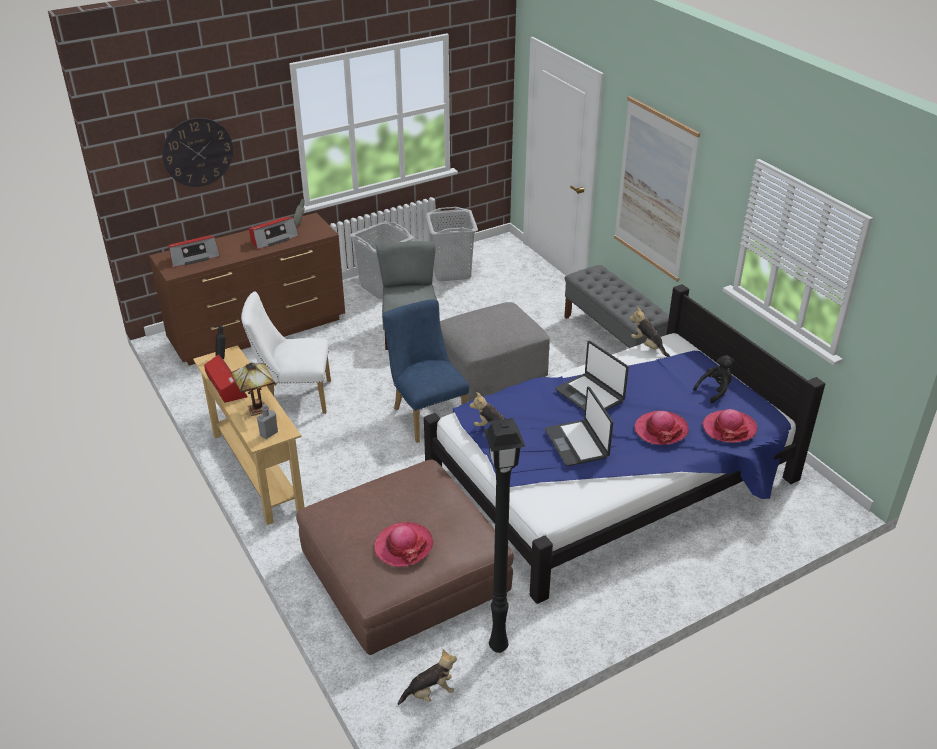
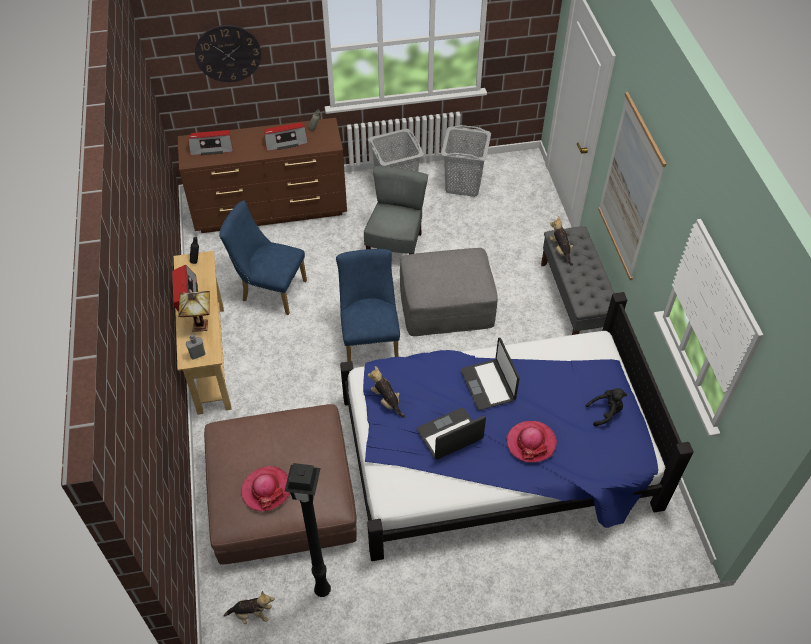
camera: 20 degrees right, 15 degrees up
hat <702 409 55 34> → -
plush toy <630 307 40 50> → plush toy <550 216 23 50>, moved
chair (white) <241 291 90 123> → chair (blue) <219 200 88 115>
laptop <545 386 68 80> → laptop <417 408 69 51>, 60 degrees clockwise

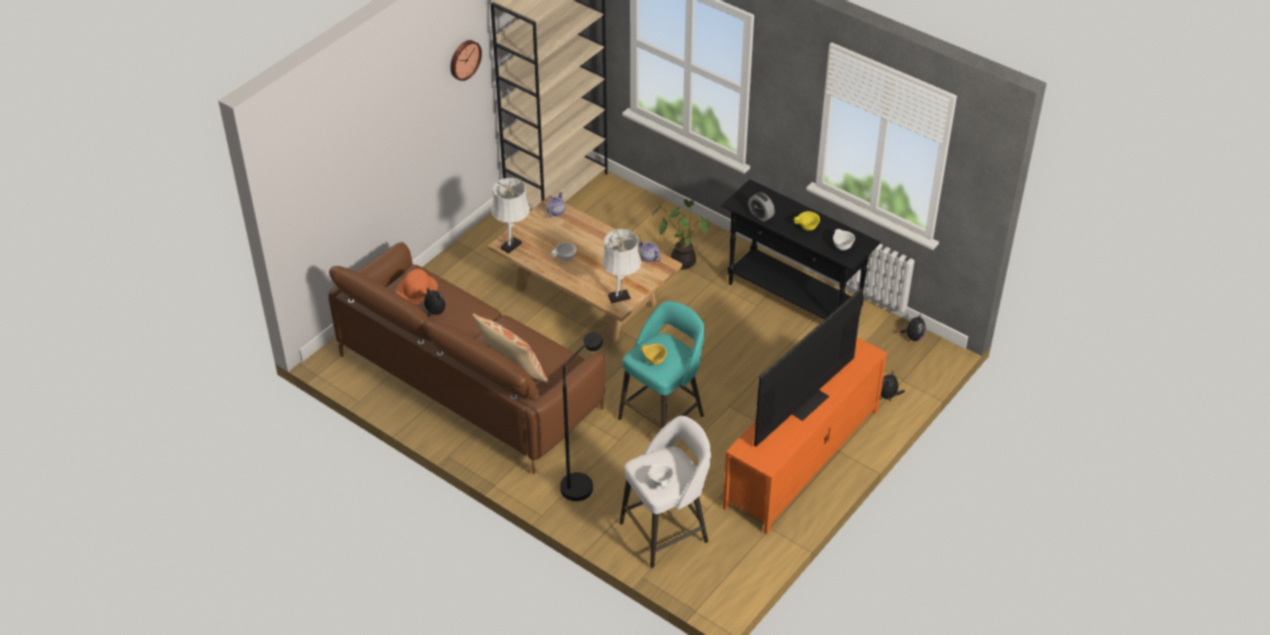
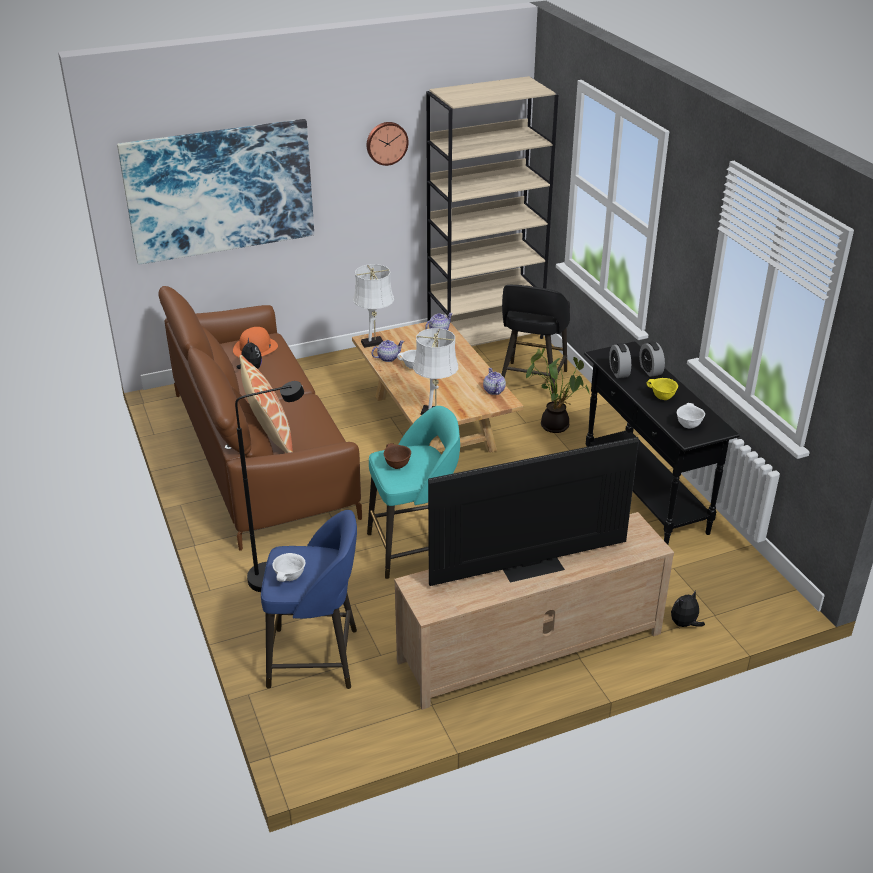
camera: 30 degrees right, 10 degrees down
plush toy <899 313 27 28> → -
- → picture <117 119 197 146>
- → teapot <372 340 32 22>
- → stool (black) <501 285 69 109>
- → alarm clock <639 341 26 36>
stool (white) <620 416 91 152> → stool (blue) <261 510 96 179>
bowl (yellow) <641 344 26 21> → bowl (brown) <384 443 27 26>
tv stand (orange) <723 337 164 197> → tv stand (beige) <394 512 280 198>

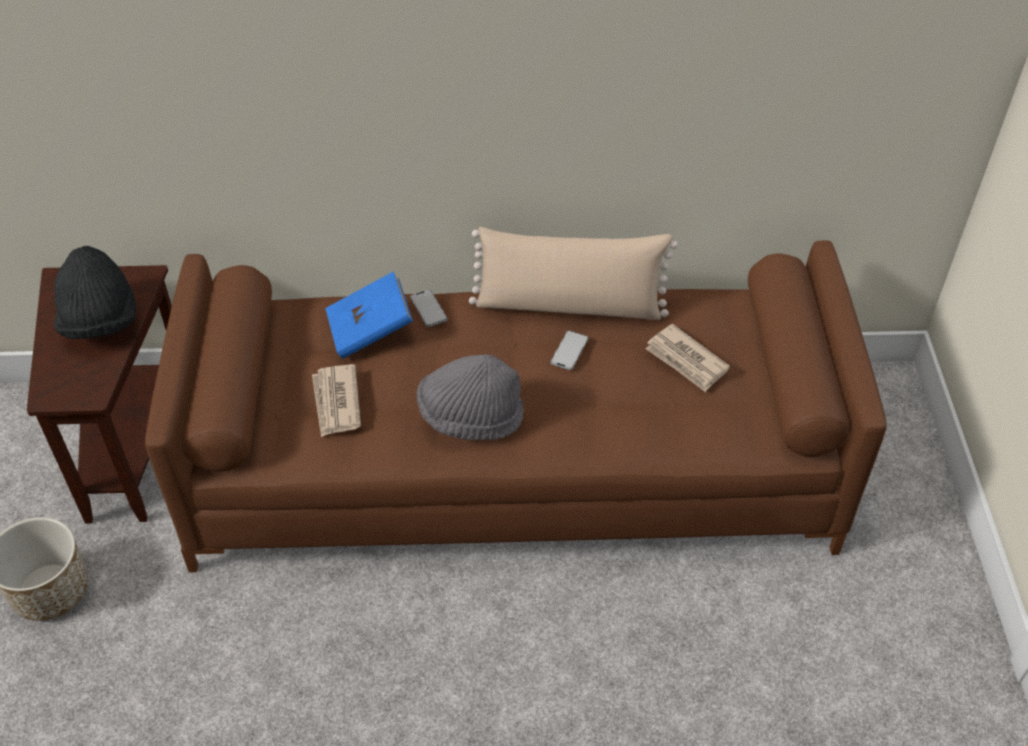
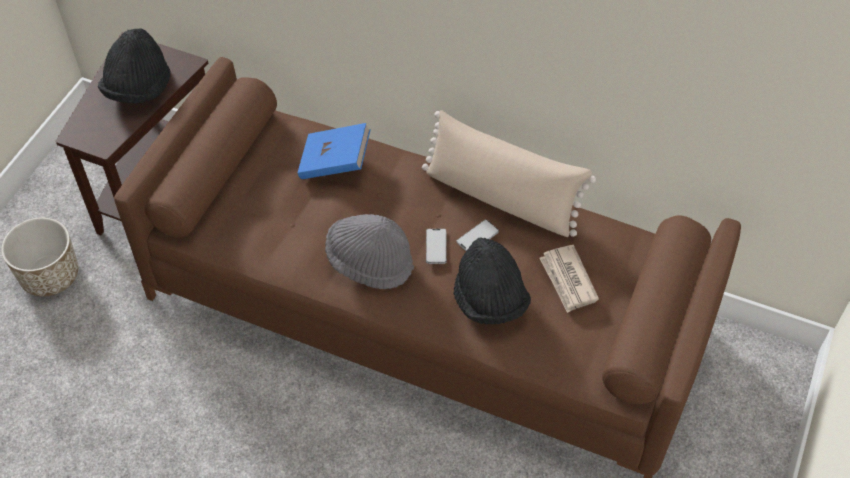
camera: 25 degrees right, 5 degrees up
newspaper <312 364 49 73> → -
- → hat (black) <454 238 77 87>
phone <410 290 37 37> → phone <426 229 21 35>, moved

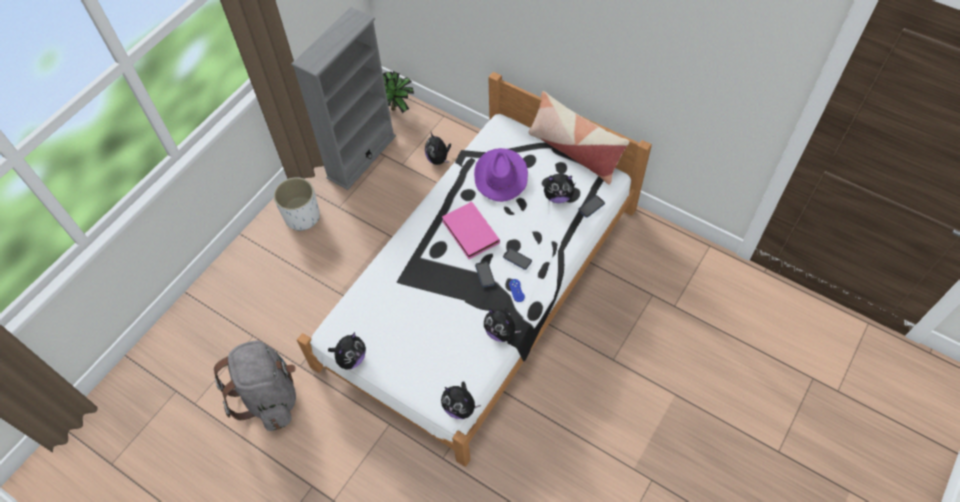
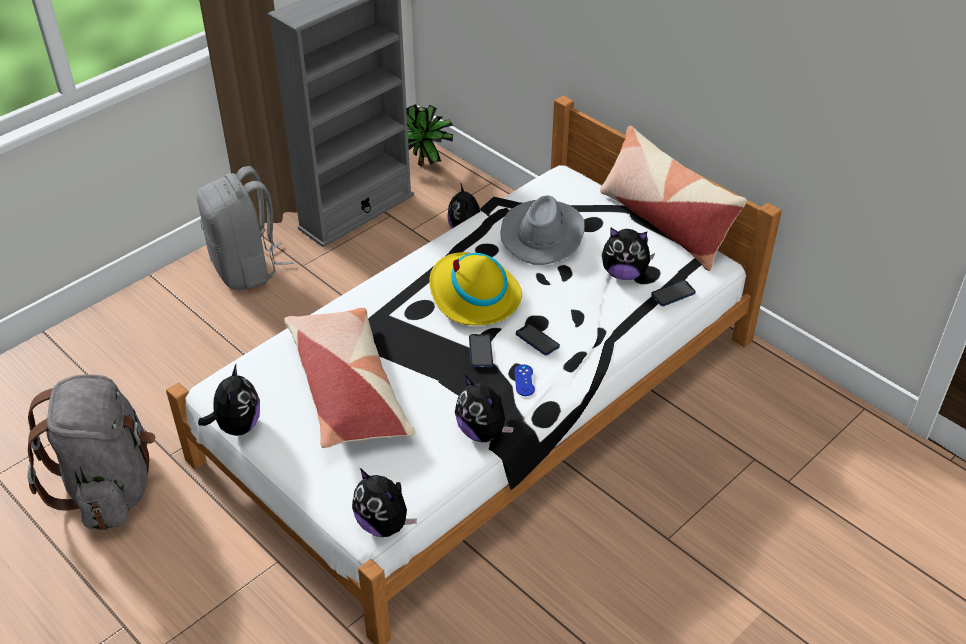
camera: 10 degrees right, 15 degrees down
- → pillow <285 308 130 140>
planter (white) <274 177 46 54> → backpack (grey) <197 166 97 124>
book (pink) <442 201 58 58> → hat (yellow) <429 252 93 74>
hat (purple) <474 148 54 54> → hat (grey) <500 195 85 70>
plush toy <328 332 38 38> → plush toy <198 364 62 72>, 45 degrees counterclockwise

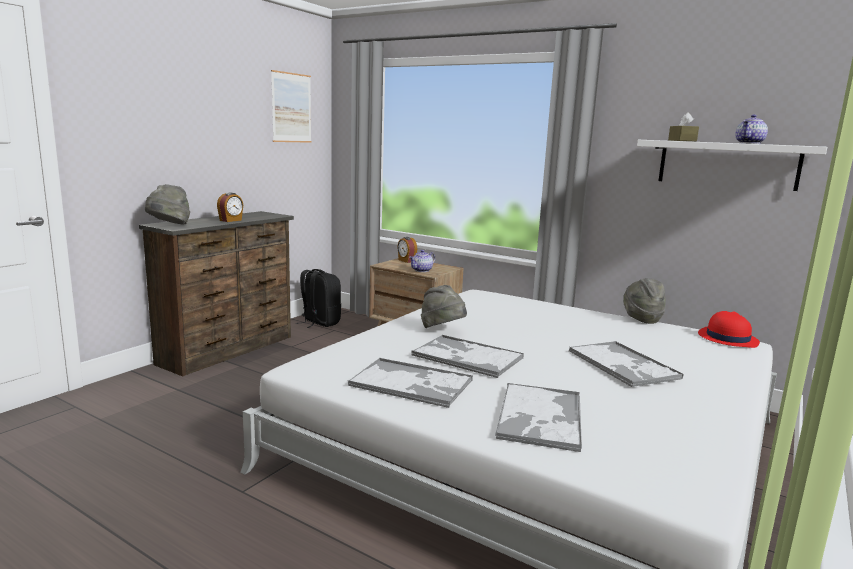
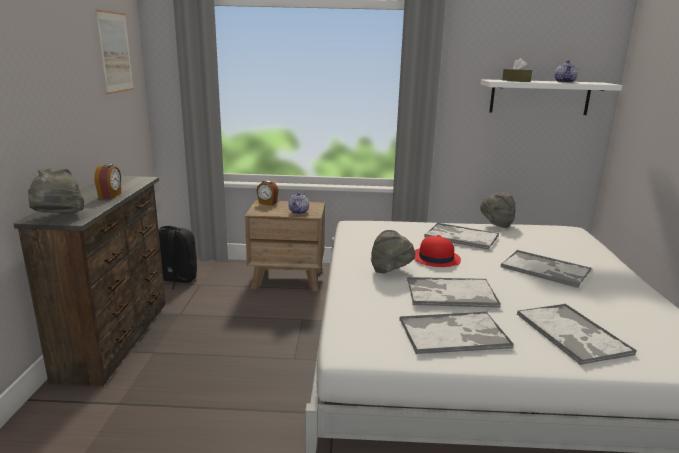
camera: 30 degrees left, 5 degrees up
- → tray <424 223 75 27>
hat (red) <698 311 62 37> → hat (red) <414 235 47 32>, moved

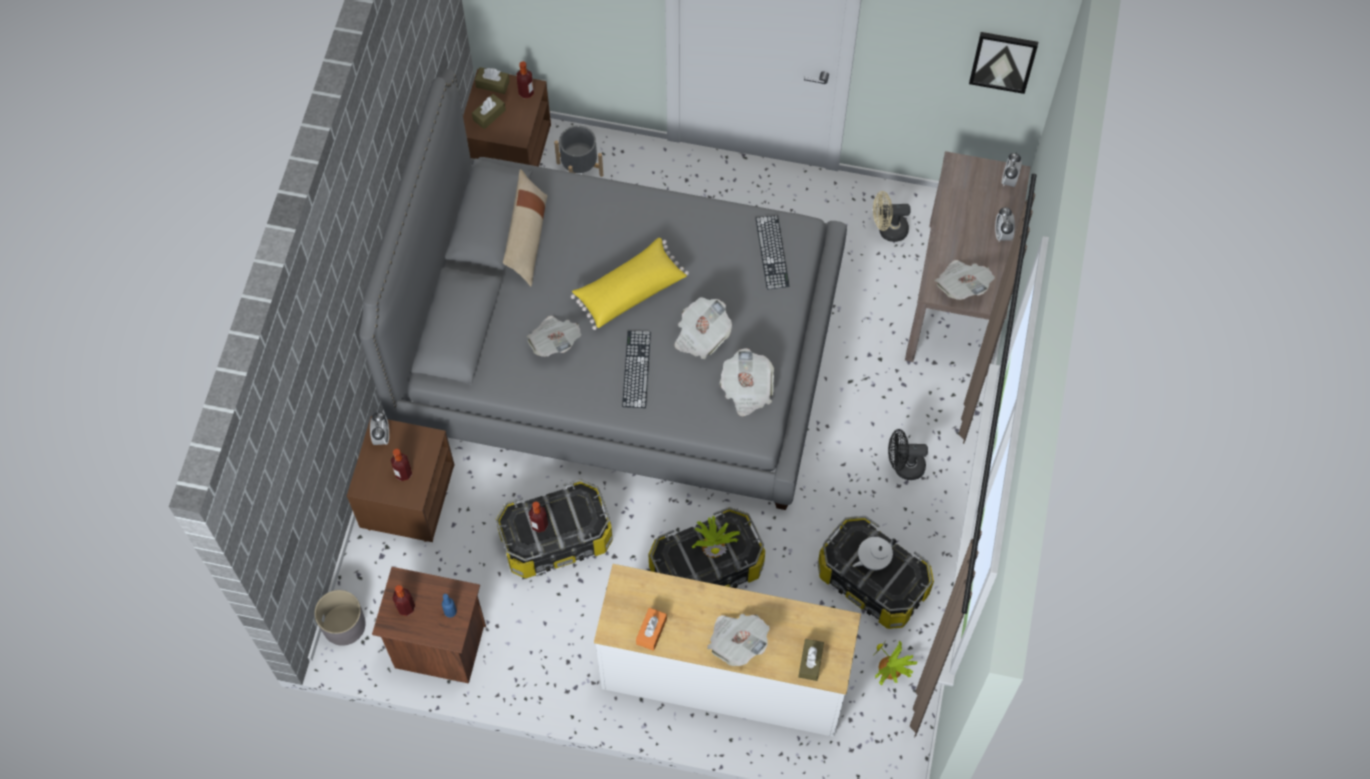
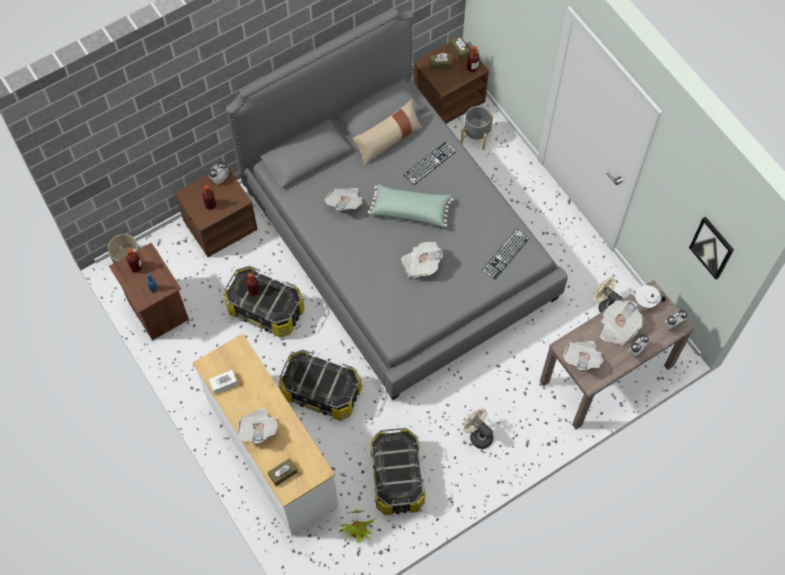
camera: 45 degrees right, 0 degrees up
potted plant <692 516 48 42> → -
keyboard <622 331 29 77> → keyboard <404 142 52 43>, moved
newspaper <720 348 54 69> → newspaper <600 300 44 46>, moved
teapot (white) <853 537 43 33> → teapot (white) <629 285 37 24>, moved
pillow (yellow) <571 238 118 92> → pillow (green) <368 184 86 43>
tissue box (orange) <636 608 31 43> → tissue box (white) <209 370 29 24>
fan (black) <888 429 40 51> → fan (beige) <463 408 31 41>

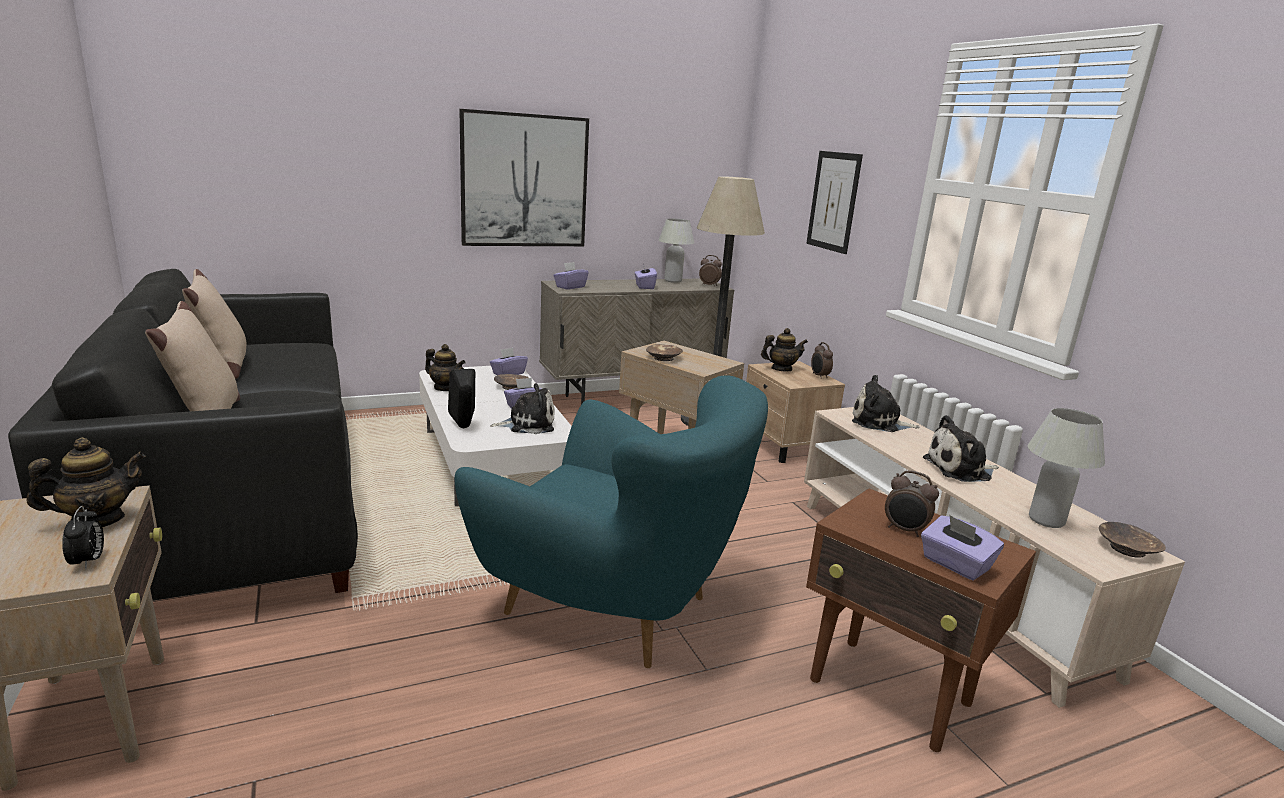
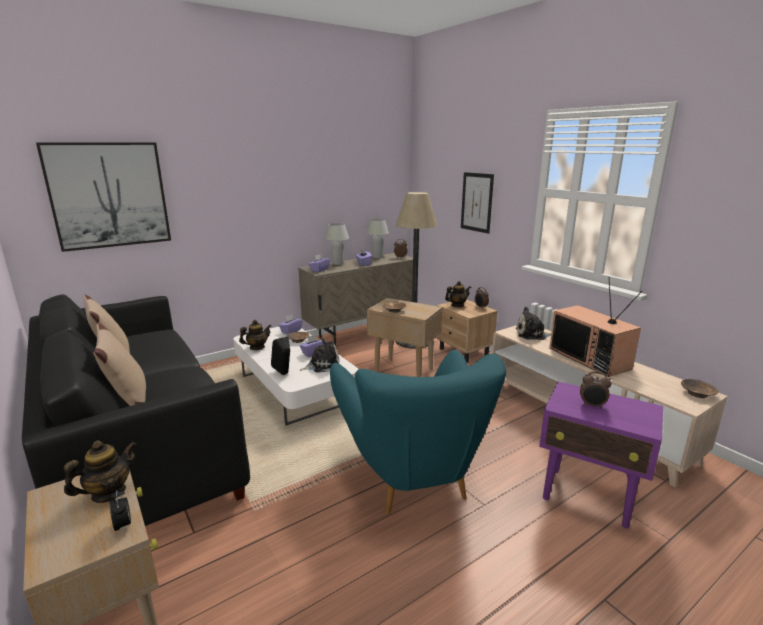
camera: 10 degrees left, 0 degrees up
tissue box (purple) <921 515 83 66> → -
picture <459 109 130 137> → picture <36 142 135 110>, moved
table lamp (white) <1028 408 77 120> → table lamp (white) <325 223 24 42>, moved
plush toy <923 415 76 67> → television <549 277 93 100>
side table (brown) <806 489 230 263> → side table (purple) <539 381 124 147>
teapot <425 344 41 47> → teapot <239 320 32 30>, 45 degrees counterclockwise
armchair (turquoise) <455 375 313 293> → armchair (turquoise) <330 350 176 164>, 60 degrees clockwise

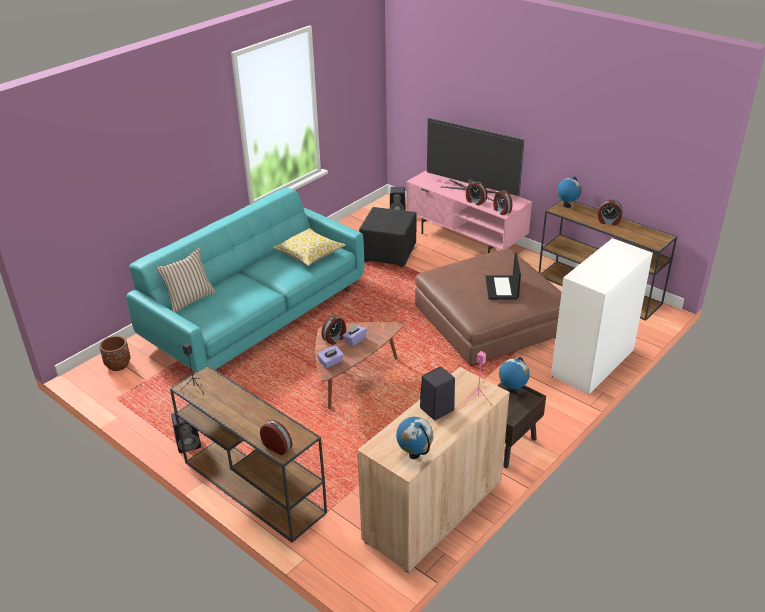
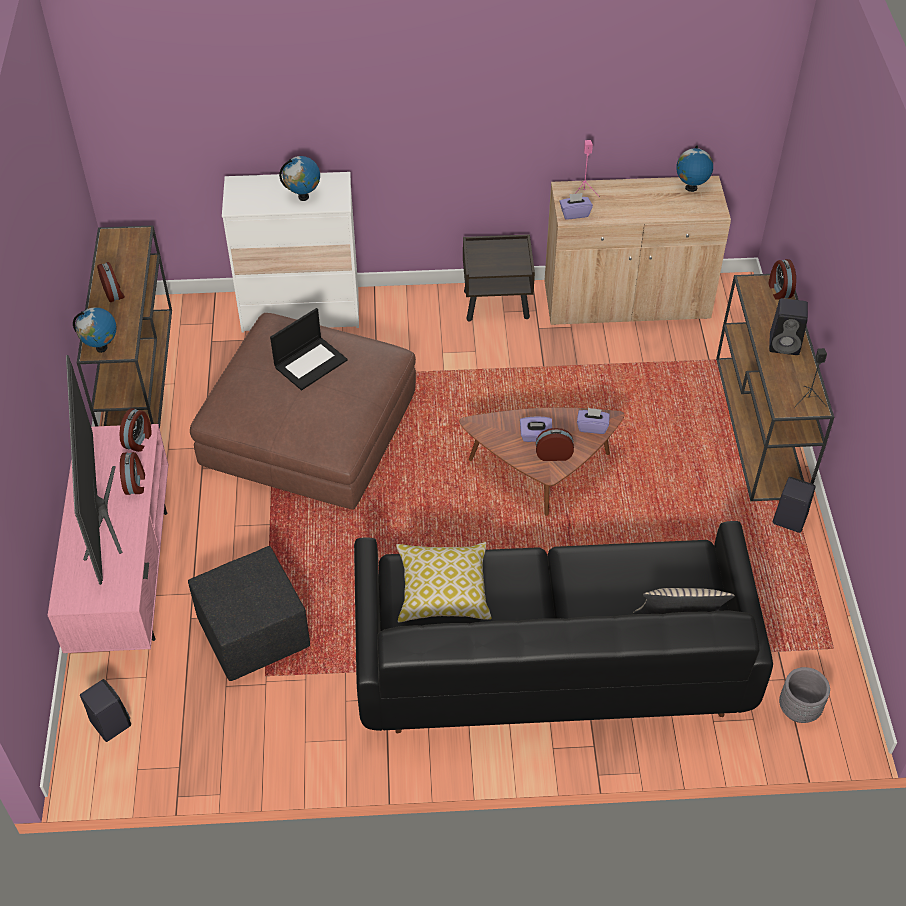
camera: 135 degrees left, 15 degrees up
- → tissue box (purple) <559 193 34 26>
speaker (black) <420 367 35 53> → speaker (black) <769 298 39 57>, moved
globe <499 357 31 37> → globe <279 156 41 45>, moved
planter (brown) <99 336 32 35> → planter (grey) <779 667 51 56>
sofa (turquoise) <126 188 238 184> → sofa (black) <354 521 419 212>

